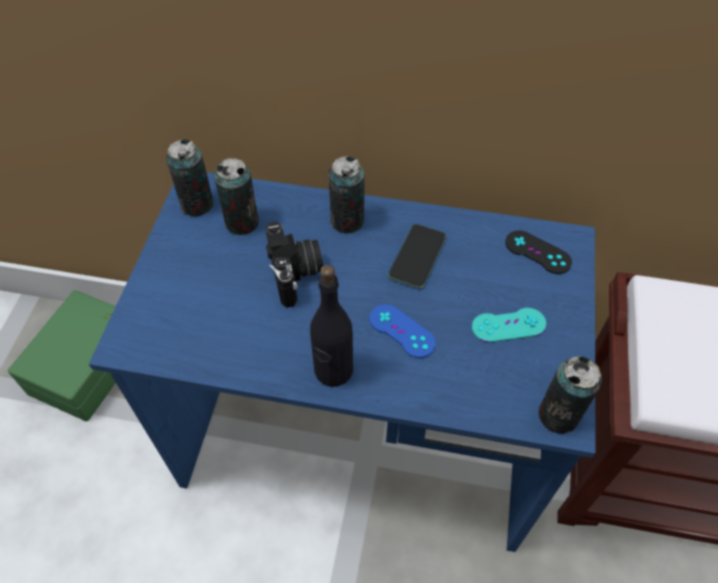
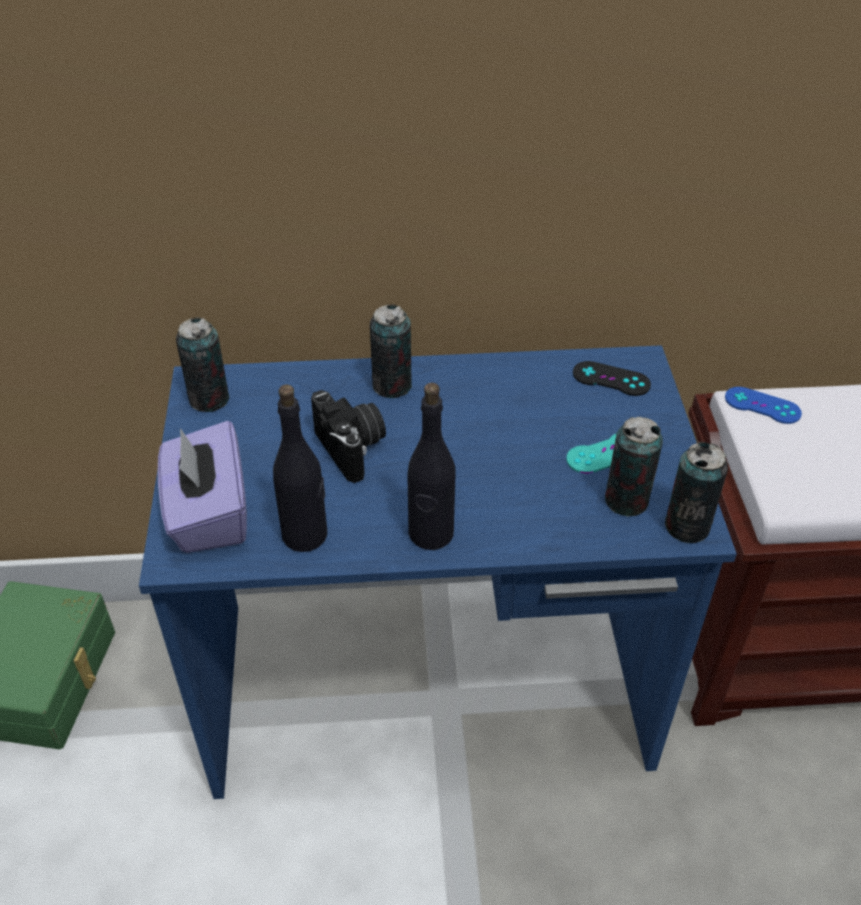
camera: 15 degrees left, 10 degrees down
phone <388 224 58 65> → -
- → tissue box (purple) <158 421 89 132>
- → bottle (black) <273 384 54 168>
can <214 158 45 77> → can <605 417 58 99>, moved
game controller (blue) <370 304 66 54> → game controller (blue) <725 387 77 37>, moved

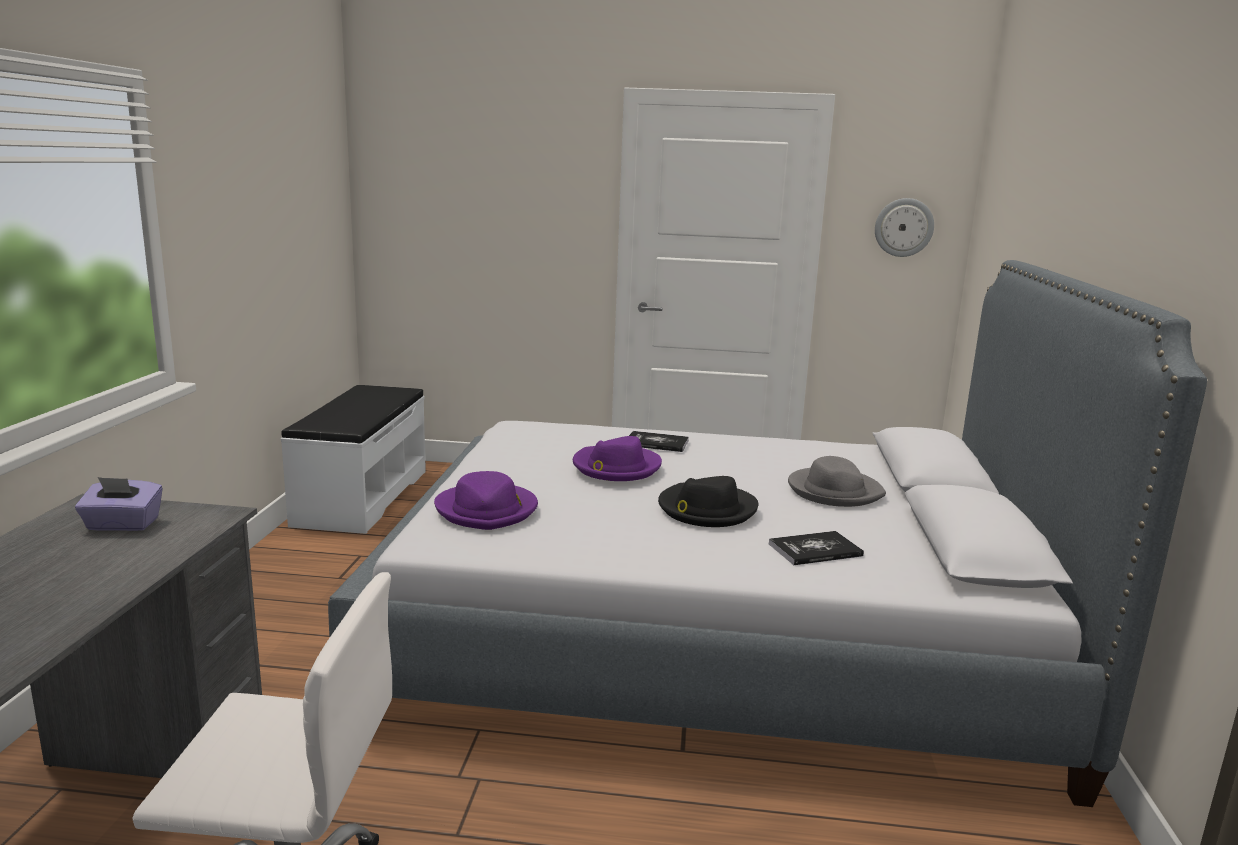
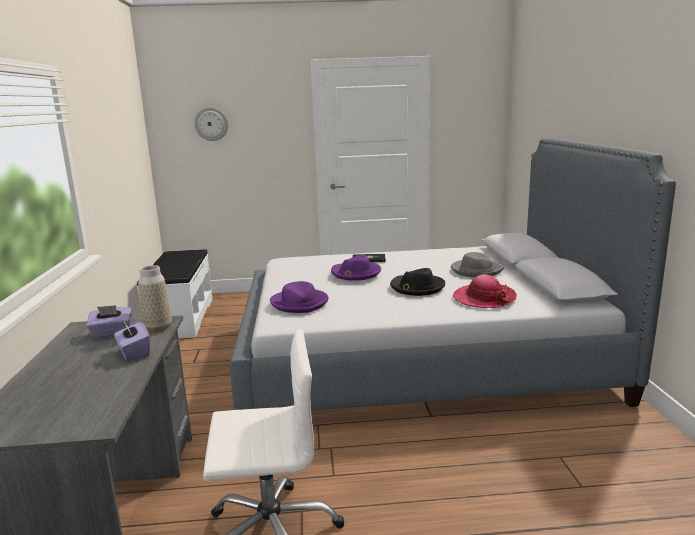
camera: 10 degrees left, 0 degrees up
- → tissue box (purple) <114 319 36 42>
- → vase <138 265 34 67>
wall clock <875 198 59 59> → wall clock <194 107 34 34>, moved
book <769 531 95 34> → hat <453 274 64 34>

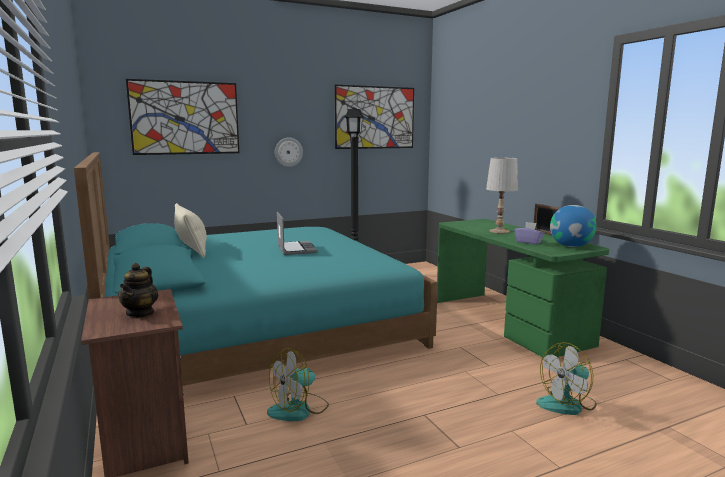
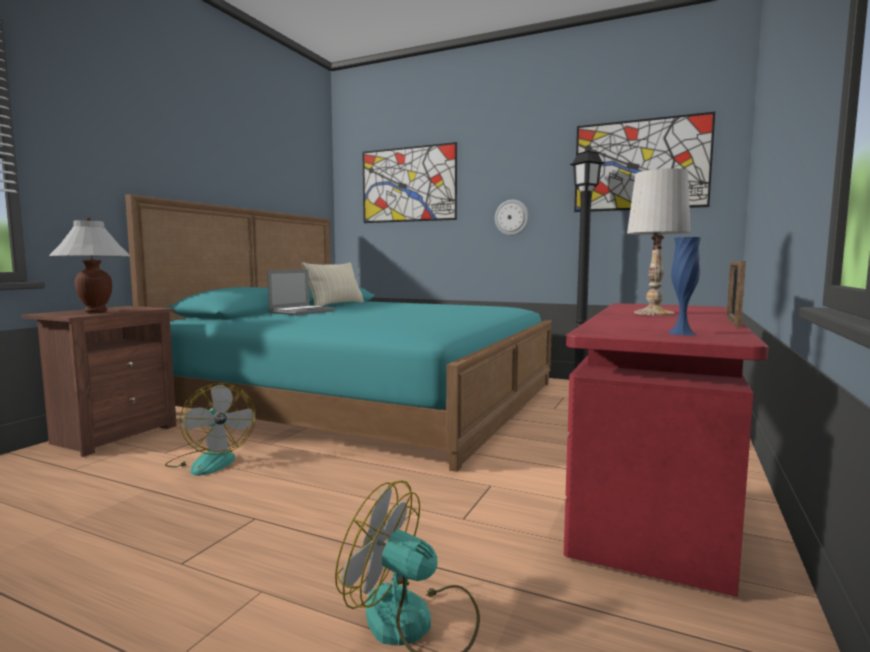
camera: 50 degrees right, 5 degrees down
tissue box (purple) <515 222 30 23> → -
laptop <277 212 41 43> → laptop <267 270 68 45>, moved
teapot <118 263 40 55> → table lamp (white) <49 218 83 95>
globe <550 205 47 42> → vase (blue) <667 237 34 98>
desk (green) <437 219 172 138> → desk (red) <564 303 204 294>
fan <267 347 62 74> → fan <165 383 91 93>, 135 degrees counterclockwise

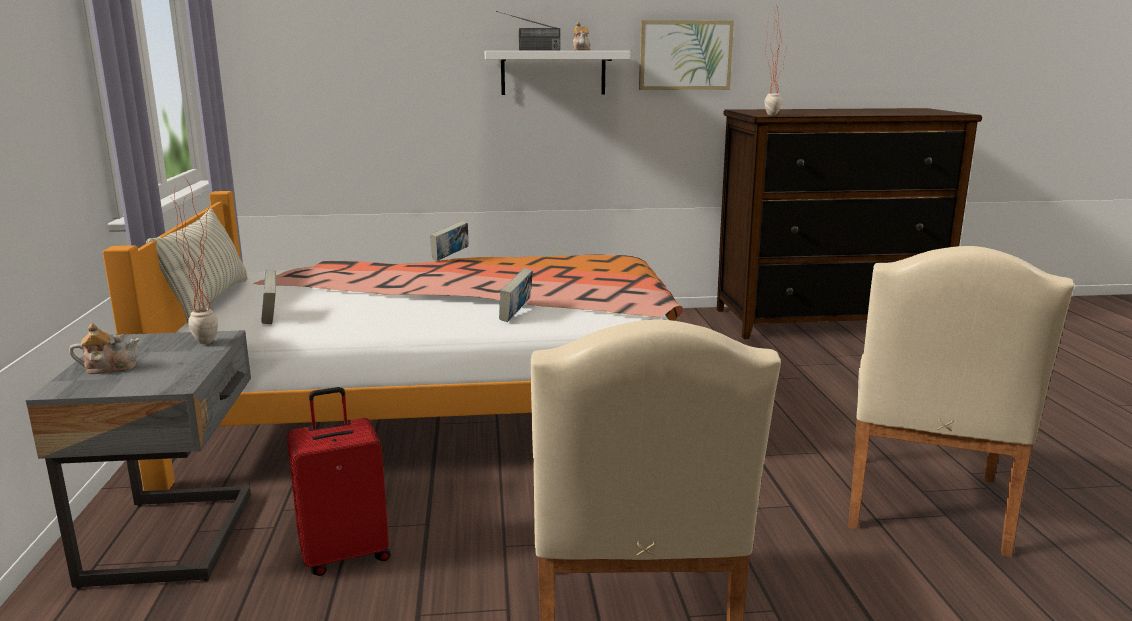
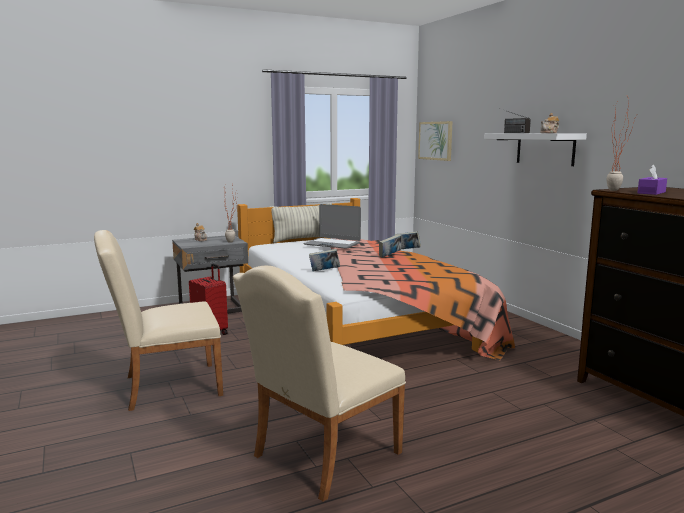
camera: 70 degrees right, 5 degrees down
- → laptop <304 204 57 45>
- → tissue box (purple) <638 164 29 31>
book <261 270 15 54> → book <379 234 23 24>, moved
picture <639 20 95 70> → picture <418 121 35 40>, moved
chair (beige) <848 246 226 311> → chair (beige) <233 266 173 235>, 45 degrees counterclockwise

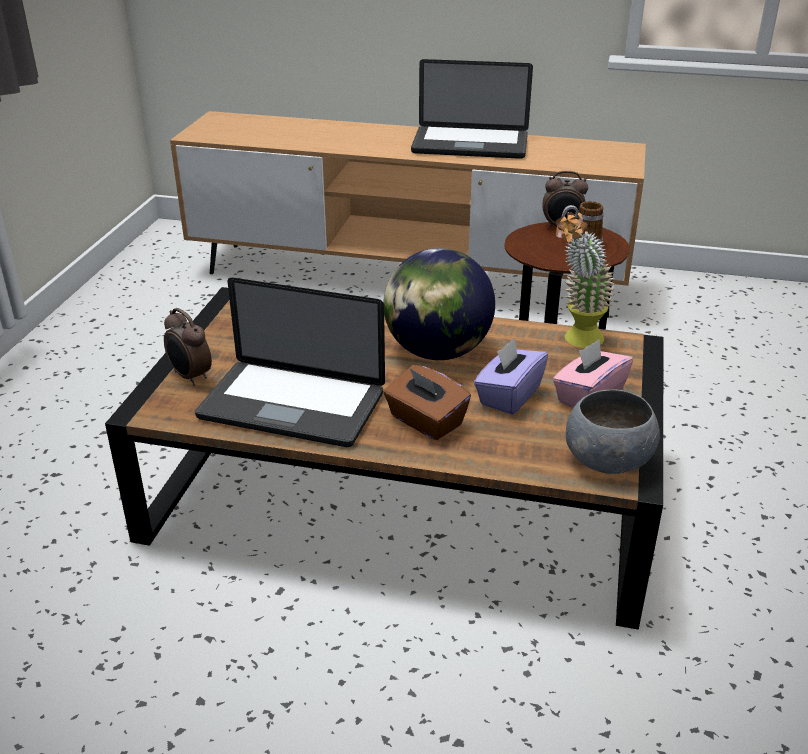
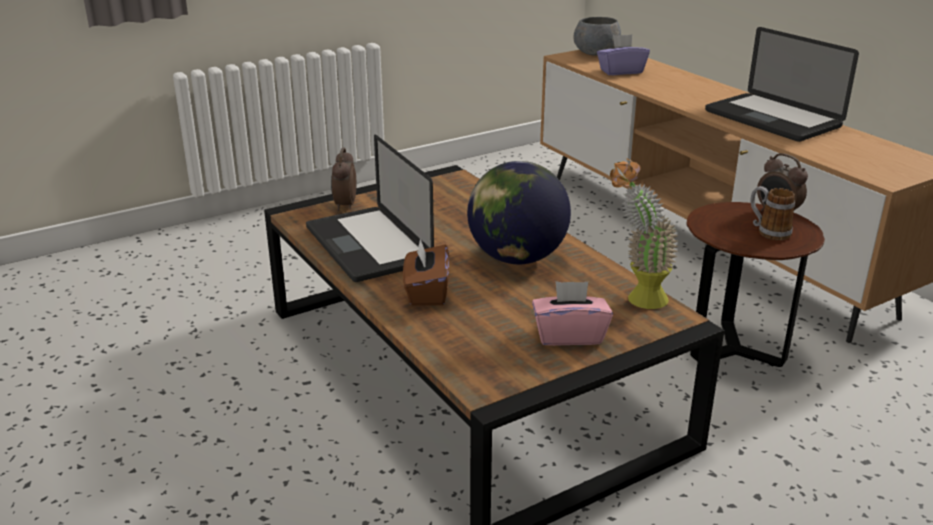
camera: 45 degrees right, 5 degrees down
tissue box (purple) <474 338 74 77> → tissue box (purple) <597 34 53 41>, moved
bowl (grey) <566 389 94 85> → bowl (grey) <573 17 48 39>, moved

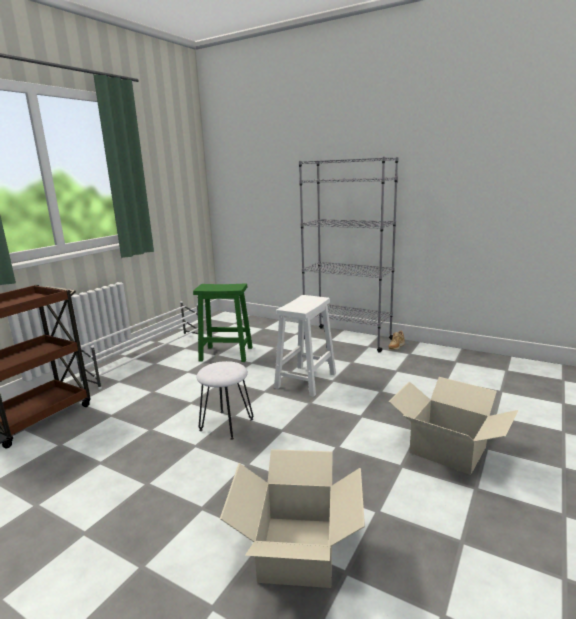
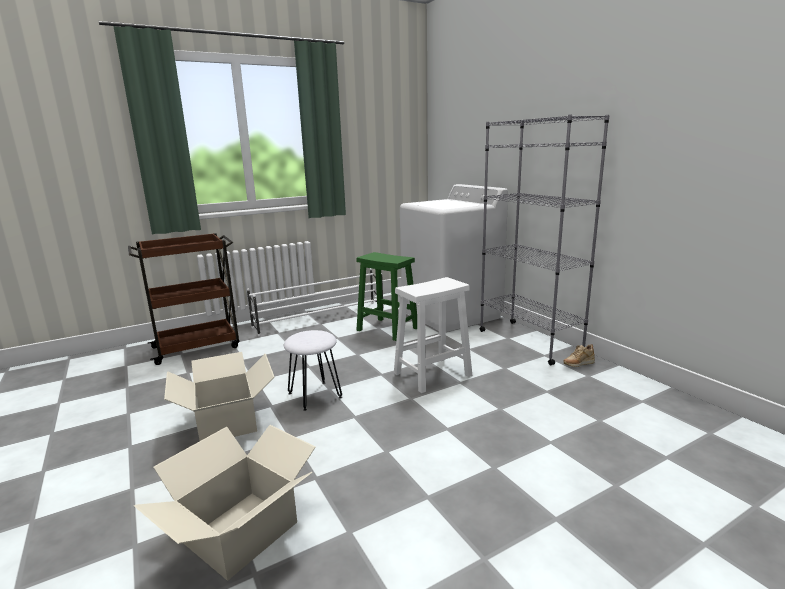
camera: 30 degrees right, 0 degrees up
- → washing machine (white) <400 184 108 148>
cardboard box <388 377 130 98> → cardboard box <164 352 110 89>, moved

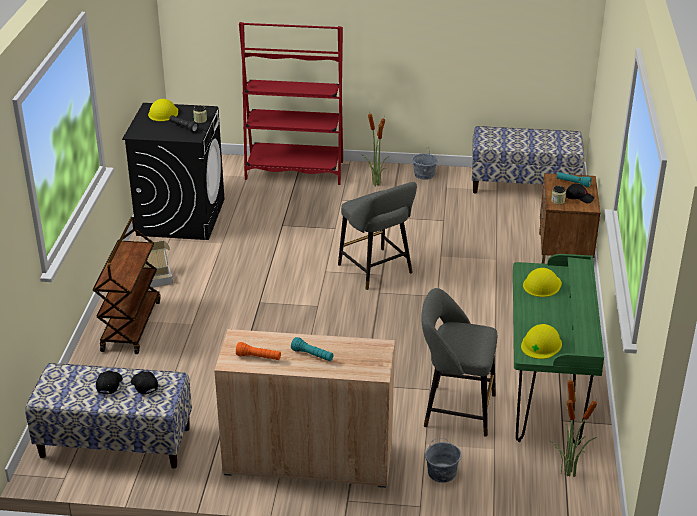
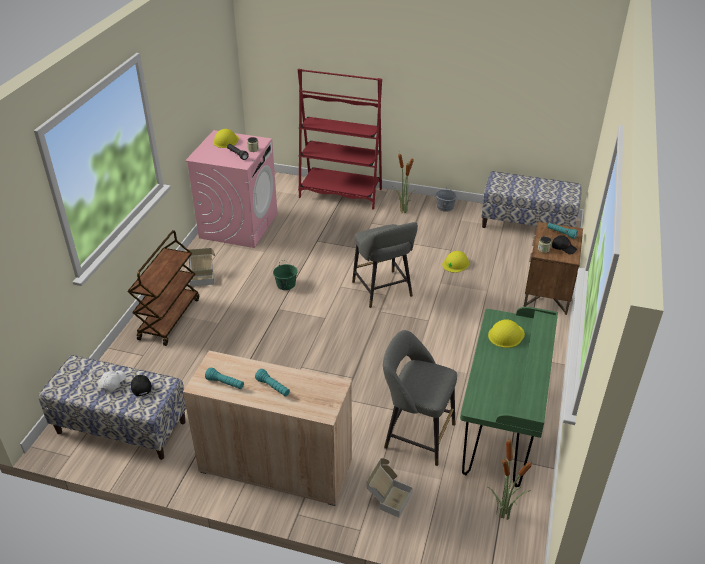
camera: 10 degrees right, 5 degrees up
- → bucket (green) <273 260 25 30>
hard hat (yellow) <521 324 41 35> → hard hat (yellow) <442 251 27 22>, moved
bucket (grey) <425 438 36 45> → cardboard box <367 458 46 60>
cap (black) <96 370 27 25> → cap (white) <99 370 27 22>
washing machine (black) <122 103 103 137> → washing machine (pink) <185 130 93 118>
flashlight (orange) <236 342 45 18> → flashlight (turquoise) <205 368 39 21>

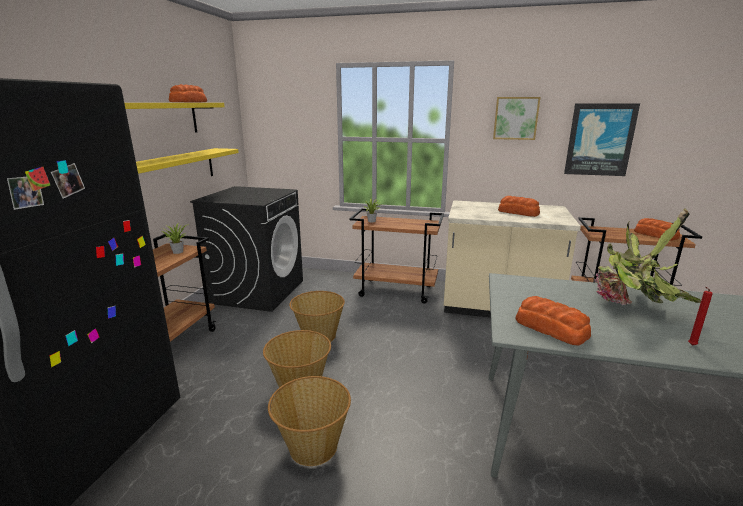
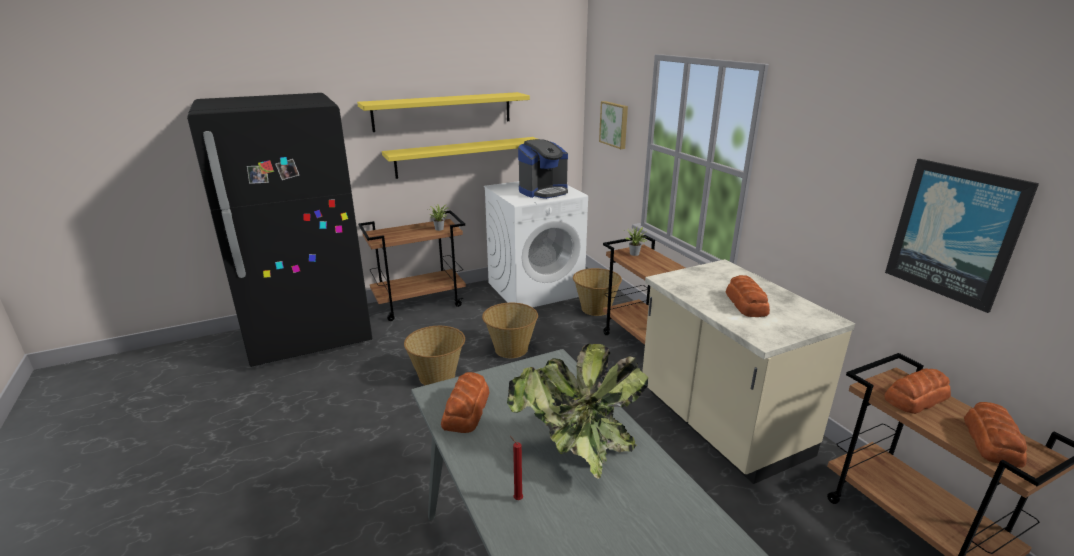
camera: 50 degrees right, 5 degrees up
- → coffee machine <518 139 50 60>
bread <169 84 38 18> → bread <884 368 67 46>, moved
basket <268 376 83 90> → basket <573 268 49 48>, moved
picture <493 97 47 43> → picture <599 101 29 48>, moved
washing machine (black) <190 186 113 126> → washing machine (white) <484 181 104 126>

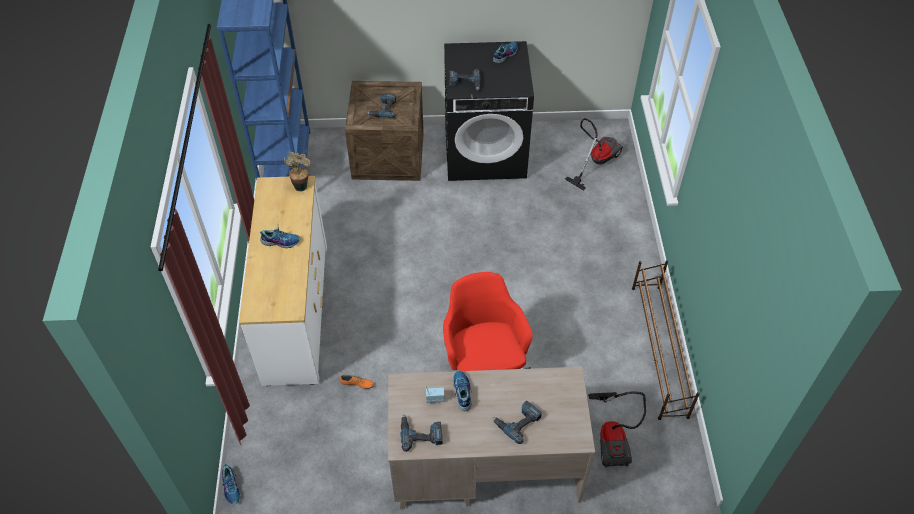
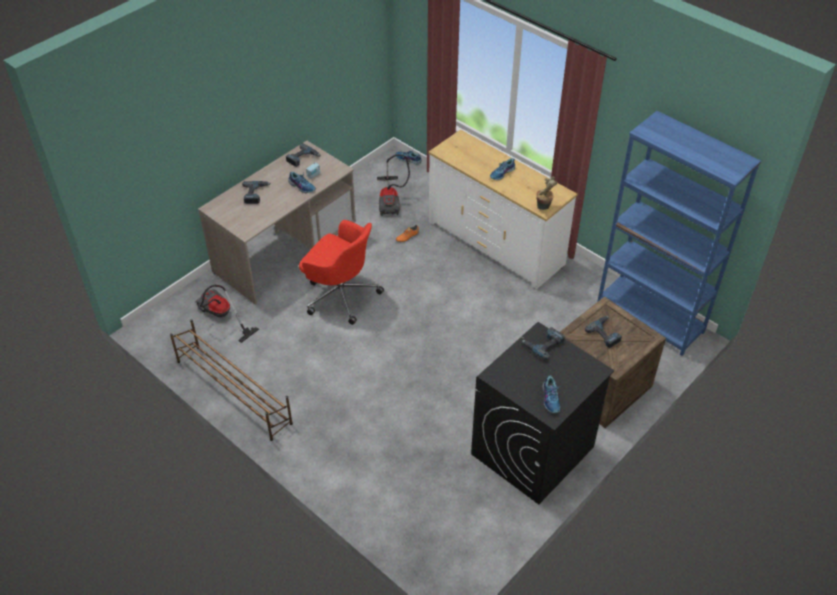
camera: 135 degrees right, 5 degrees down
vacuum cleaner <565 118 58 73> → vacuum cleaner <377 155 33 61>, moved

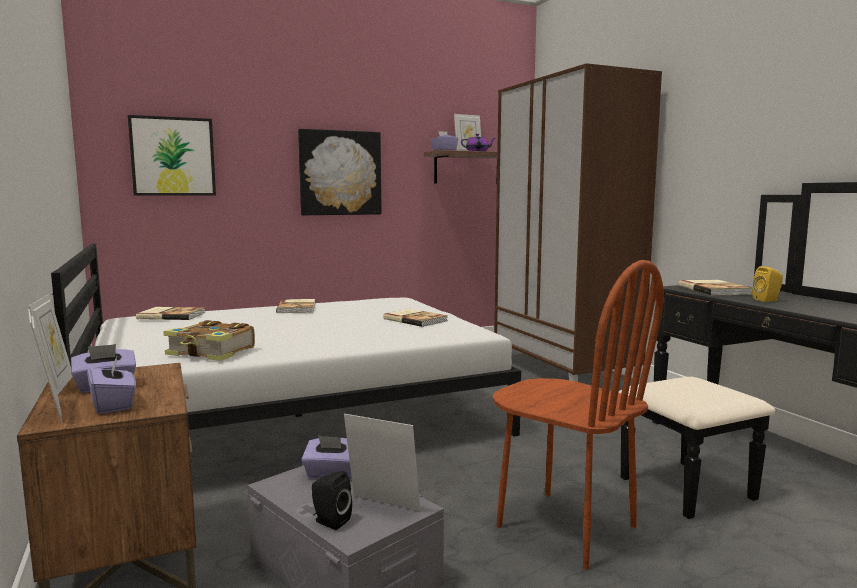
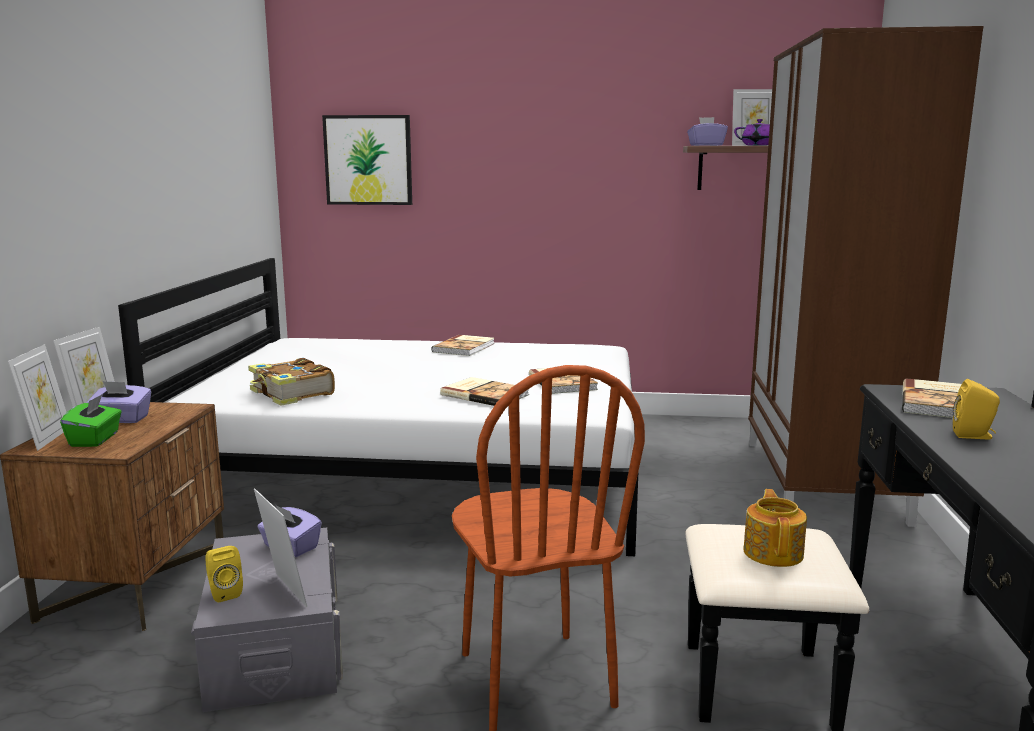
camera: 30 degrees right, 5 degrees up
picture <298 129 84 86> → -
- → teapot <743 489 64 78>
book <136 307 70 13> → book <440 377 89 29>, moved
tissue box (purple) <87 355 49 59> → tissue box (green) <60 394 62 53>
speaker (black) <312 471 40 59> → speaker (yellow) <205 546 38 57>

